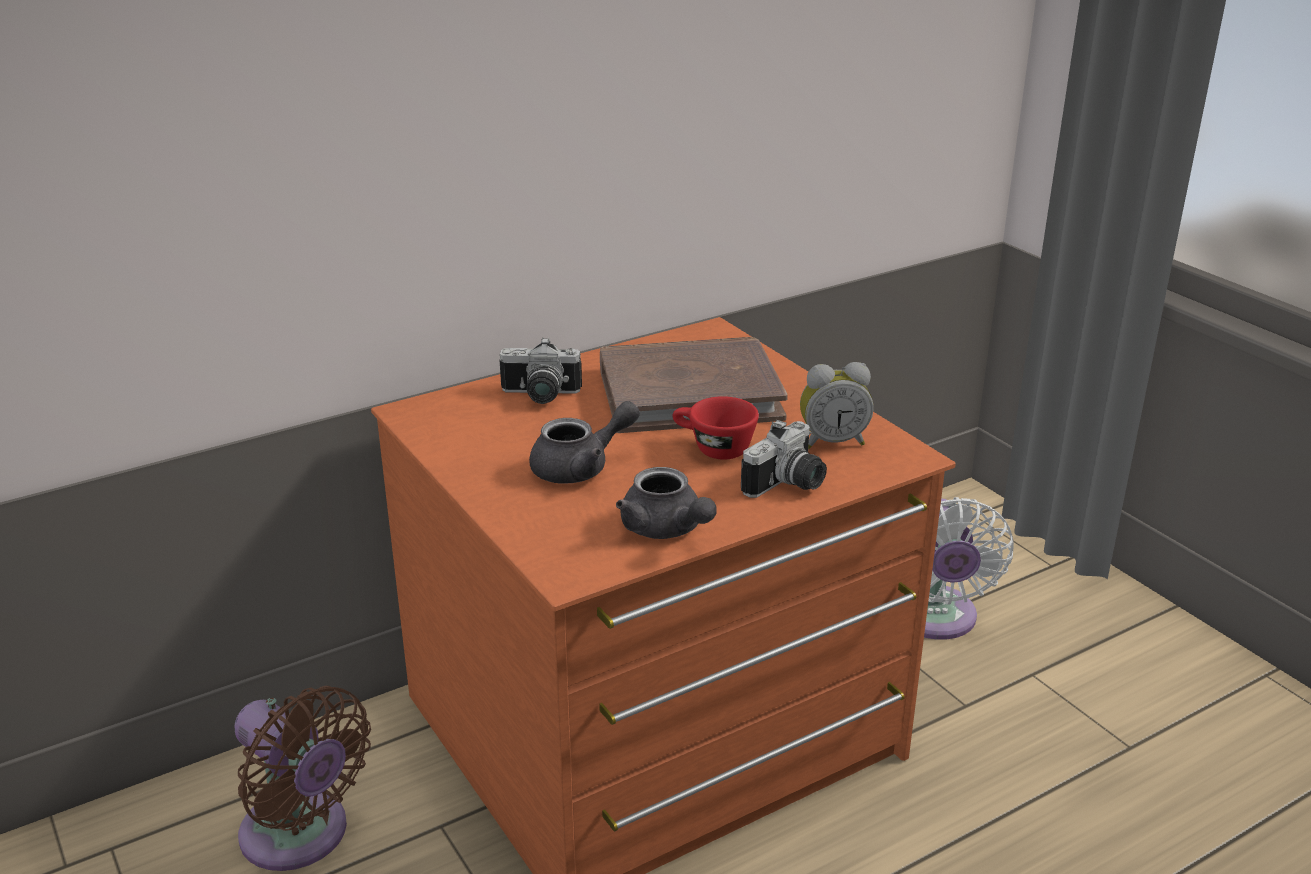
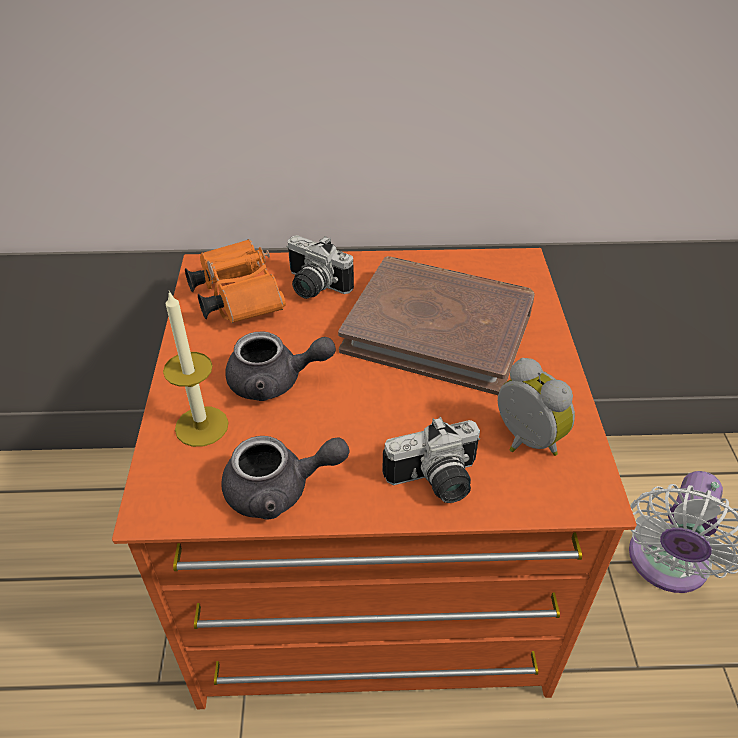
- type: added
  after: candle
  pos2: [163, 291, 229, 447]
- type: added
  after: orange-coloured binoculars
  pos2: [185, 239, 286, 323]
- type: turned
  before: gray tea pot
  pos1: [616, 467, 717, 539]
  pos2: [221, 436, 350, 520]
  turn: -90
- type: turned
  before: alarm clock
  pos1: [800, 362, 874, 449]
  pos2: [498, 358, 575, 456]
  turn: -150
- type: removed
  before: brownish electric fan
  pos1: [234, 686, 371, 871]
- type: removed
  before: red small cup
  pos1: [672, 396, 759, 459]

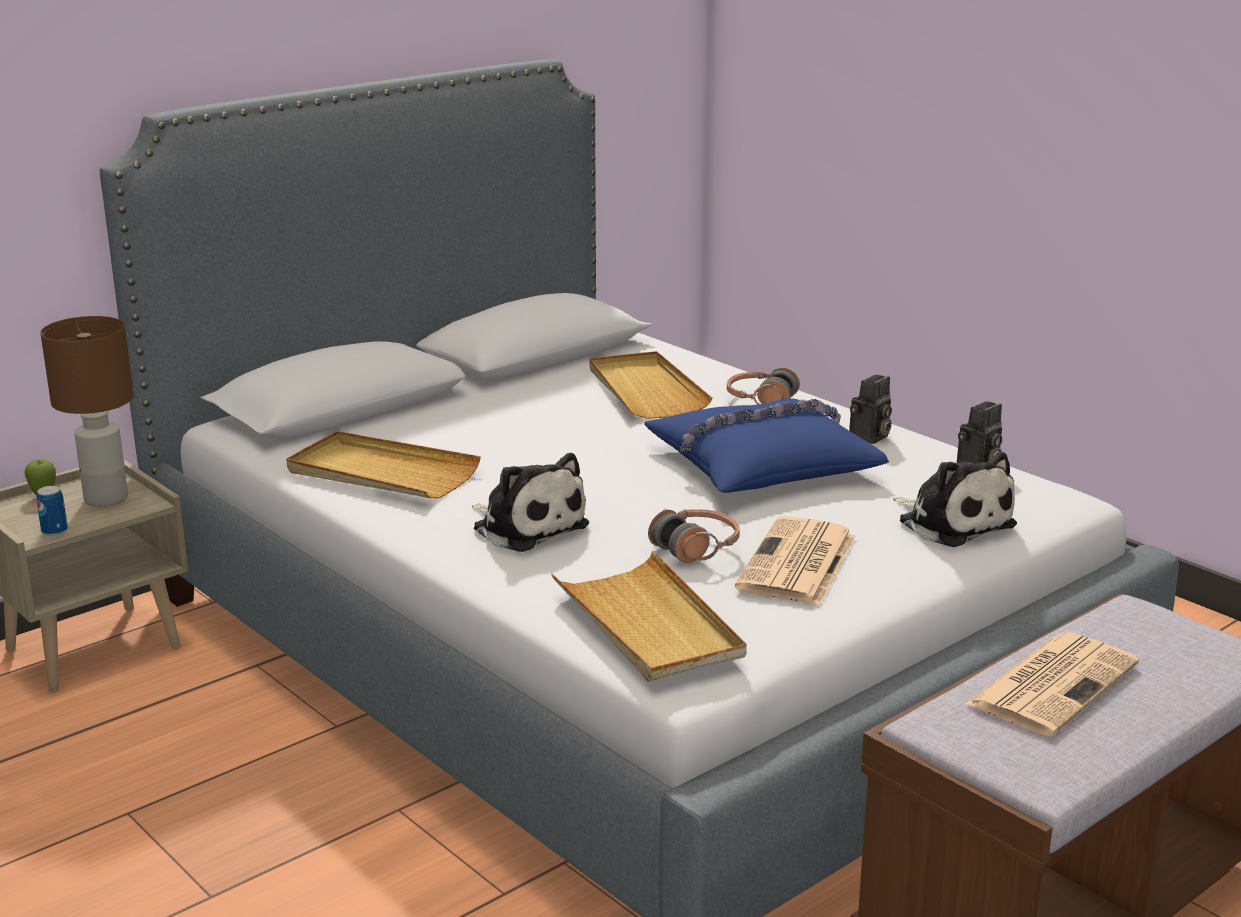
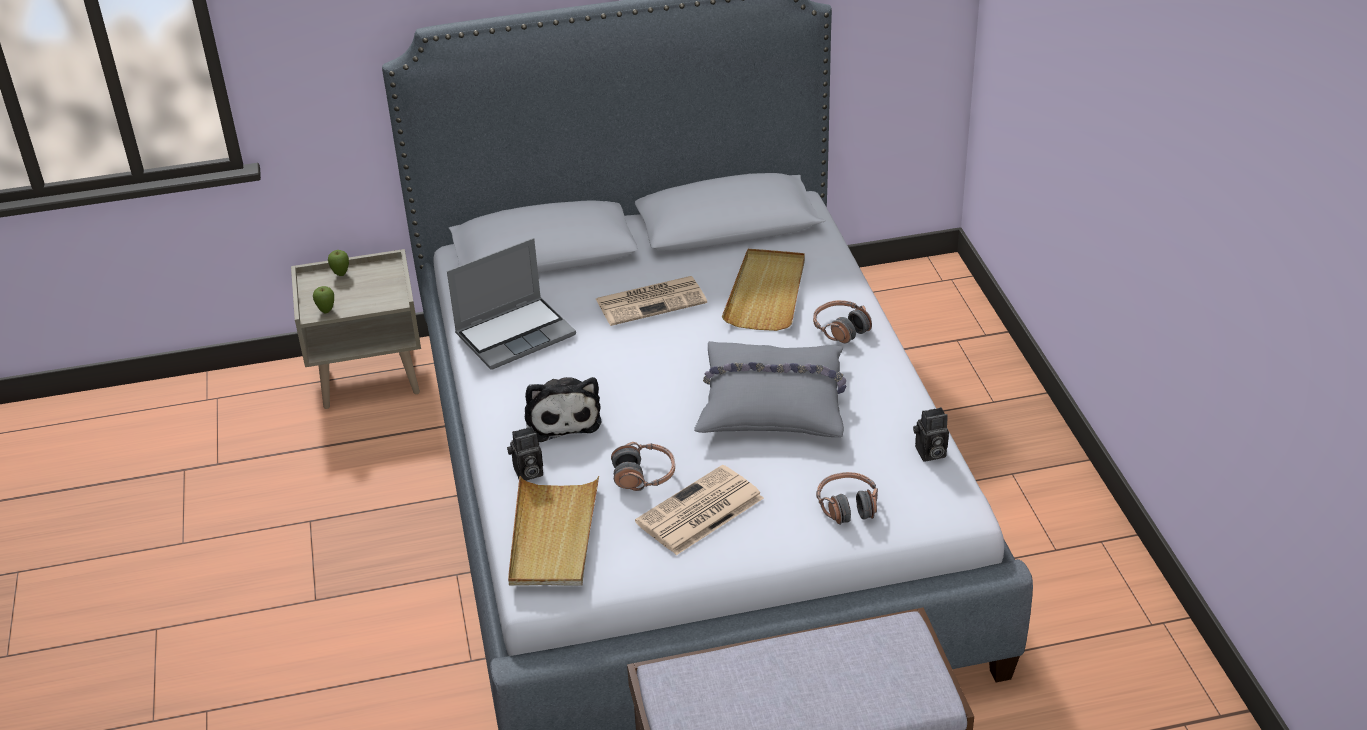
- type: replaced
  before: can
  after: whole apple
  pos1: [36, 486, 68, 536]
  pos2: [313, 286, 334, 313]
- type: replaced
  before: beige-coloured tray
  after: portable computer
  pos1: [286, 431, 481, 498]
  pos2: [447, 238, 576, 370]
- type: moved
  before: photo camera
  pos1: [849, 375, 892, 444]
  pos2: [507, 426, 543, 481]
- type: moved
  before: daily paper
  pos1: [965, 632, 1139, 736]
  pos2: [596, 276, 707, 326]
- type: recoloured
  before: bluish throw pillow
  after: gray throw pillow
  pos1: [644, 398, 889, 493]
  pos2: [694, 341, 846, 437]
- type: replaced
  before: soft toy
  after: headset
  pos1: [893, 452, 1017, 547]
  pos2: [816, 472, 878, 525]
- type: removed
  before: brownish tabletop lamp
  pos1: [40, 316, 134, 507]

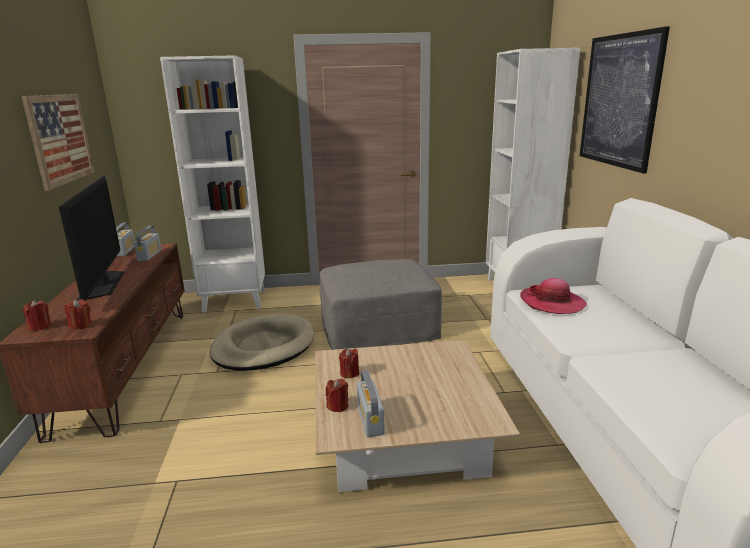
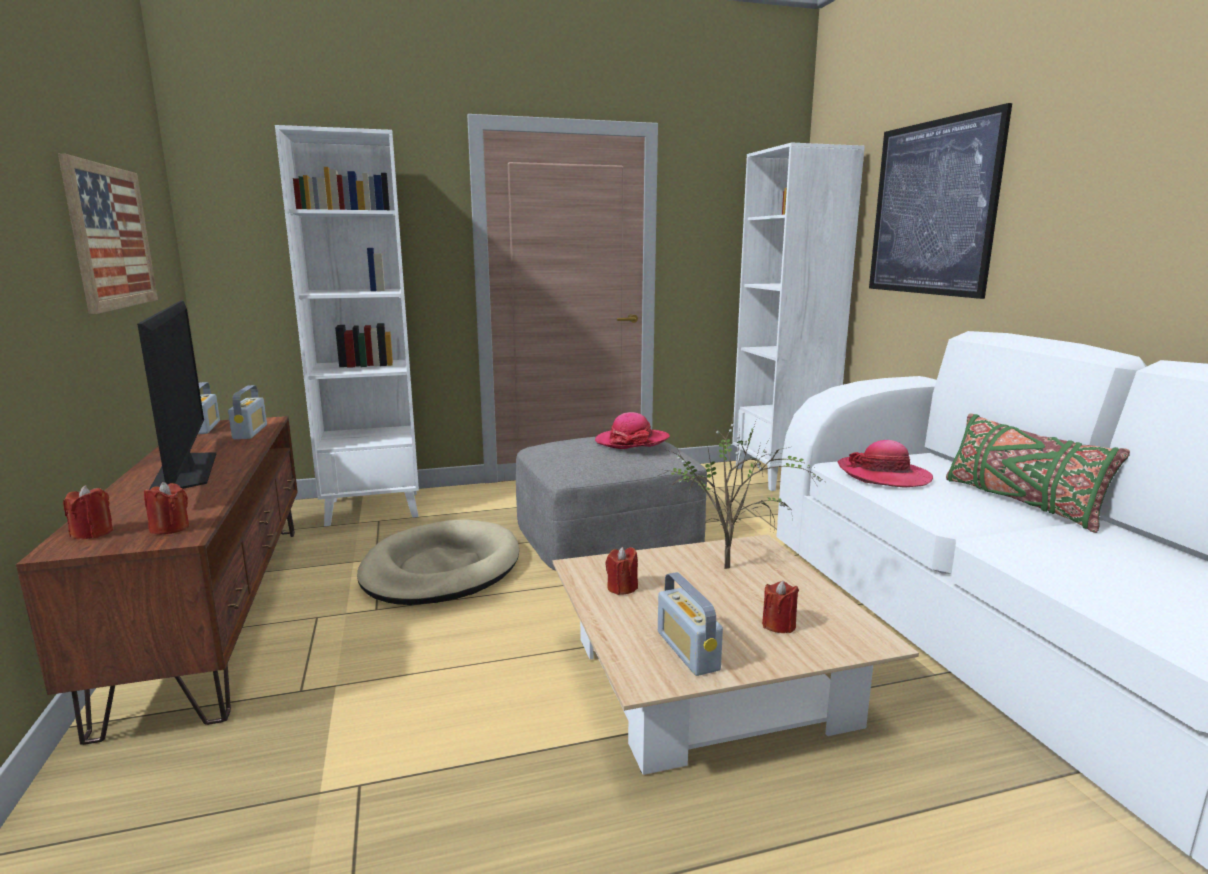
- type: added
  after: hat
  pos2: [595, 412, 670, 449]
- type: added
  after: houseplant
  pos2: [653, 413, 824, 569]
- type: moved
  before: red candle
  pos1: [326, 379, 349, 412]
  pos2: [762, 580, 799, 633]
- type: added
  after: greenish throw pillow
  pos2: [946, 413, 1130, 533]

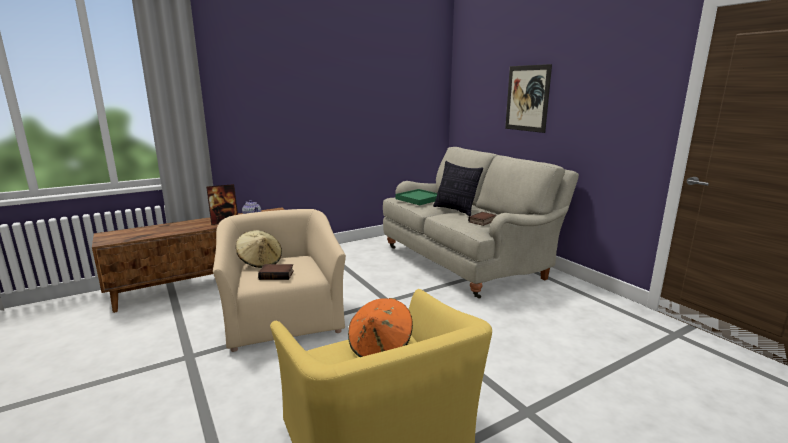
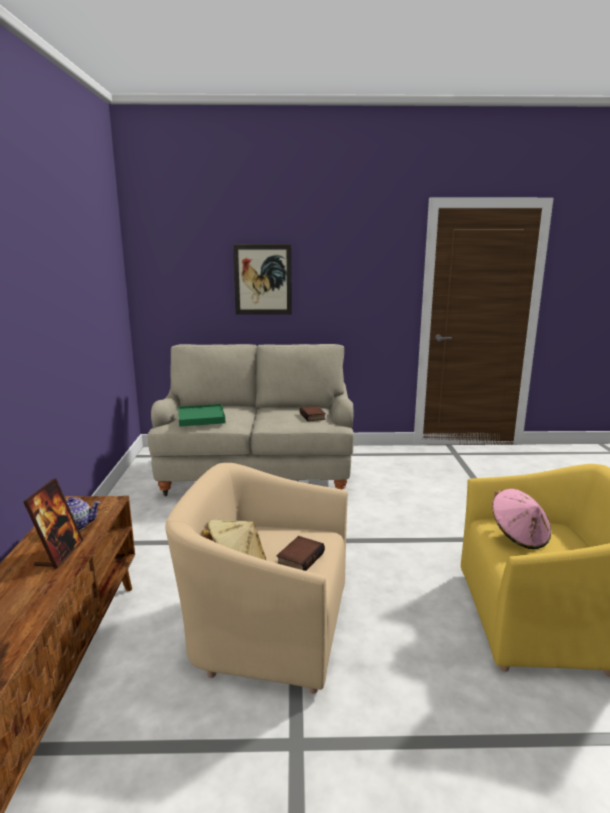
- type: recoloured
  before: orange-coloured hat
  after: pinkish hat
  pos1: [348, 298, 413, 357]
  pos2: [492, 489, 551, 549]
- type: removed
  before: throw pillow
  pos1: [433, 161, 483, 216]

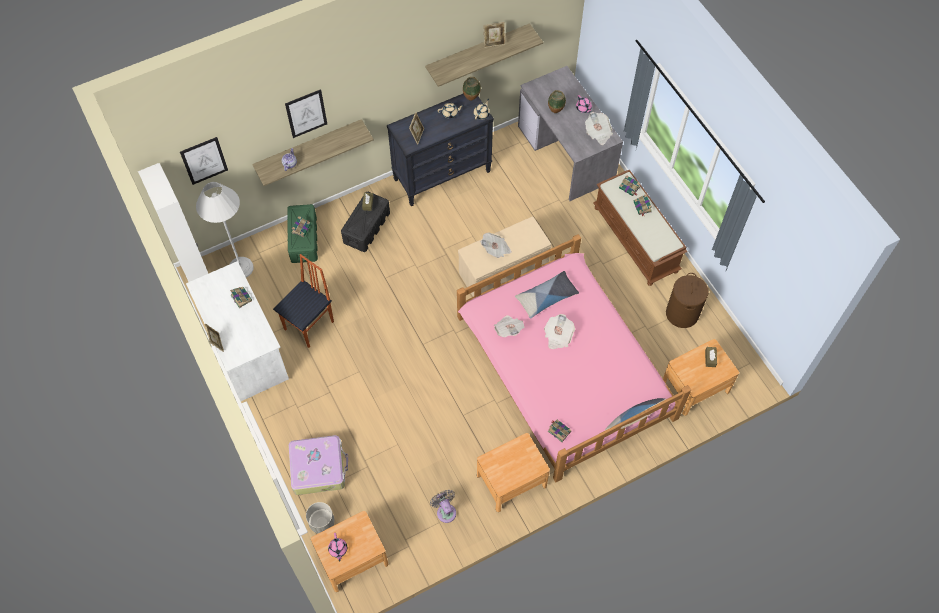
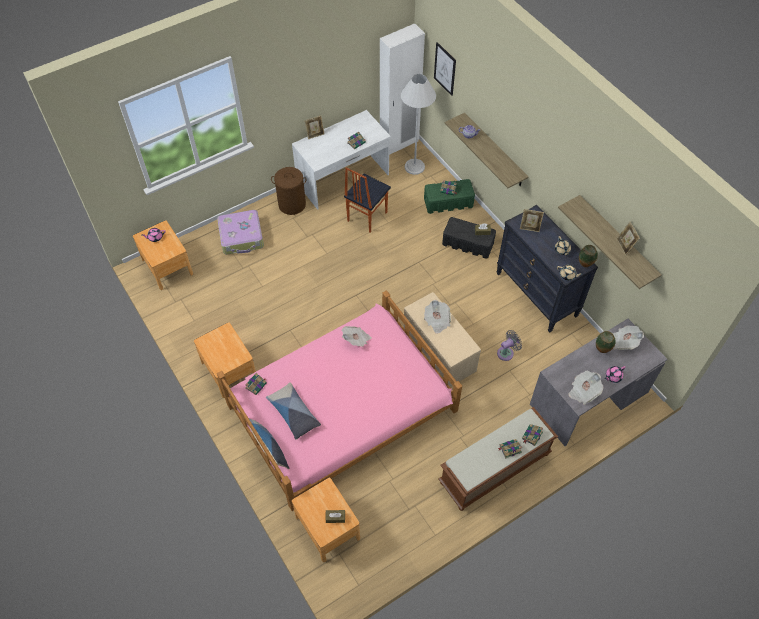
- type: moved
  before: throw pillow
  pos1: [515, 271, 579, 319]
  pos2: [266, 382, 321, 440]
- type: moved
  before: brownish laundry basket
  pos1: [666, 273, 709, 328]
  pos2: [271, 167, 307, 215]
- type: turned
  before: chair
  pos1: [273, 254, 334, 348]
  pos2: [344, 167, 391, 233]
  turn: 90
- type: moved
  before: gray electric fan
  pos1: [430, 490, 456, 523]
  pos2: [497, 330, 522, 361]
- type: moved
  before: daily paper
  pos1: [544, 314, 575, 349]
  pos2: [612, 325, 644, 350]
- type: removed
  before: picture
  pos1: [285, 89, 327, 138]
- type: removed
  before: gray plant pot
  pos1: [306, 502, 335, 533]

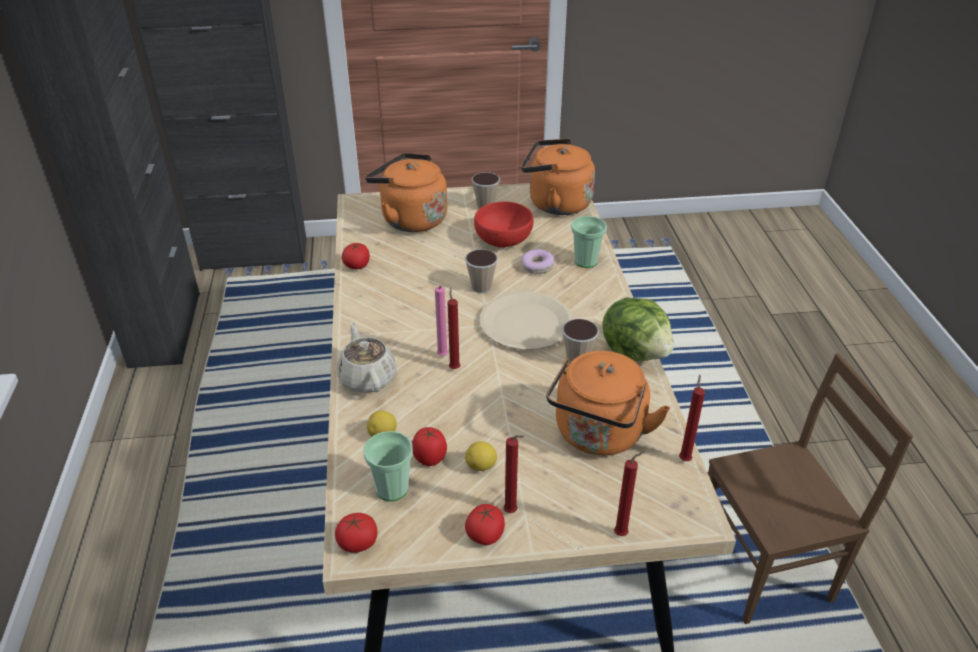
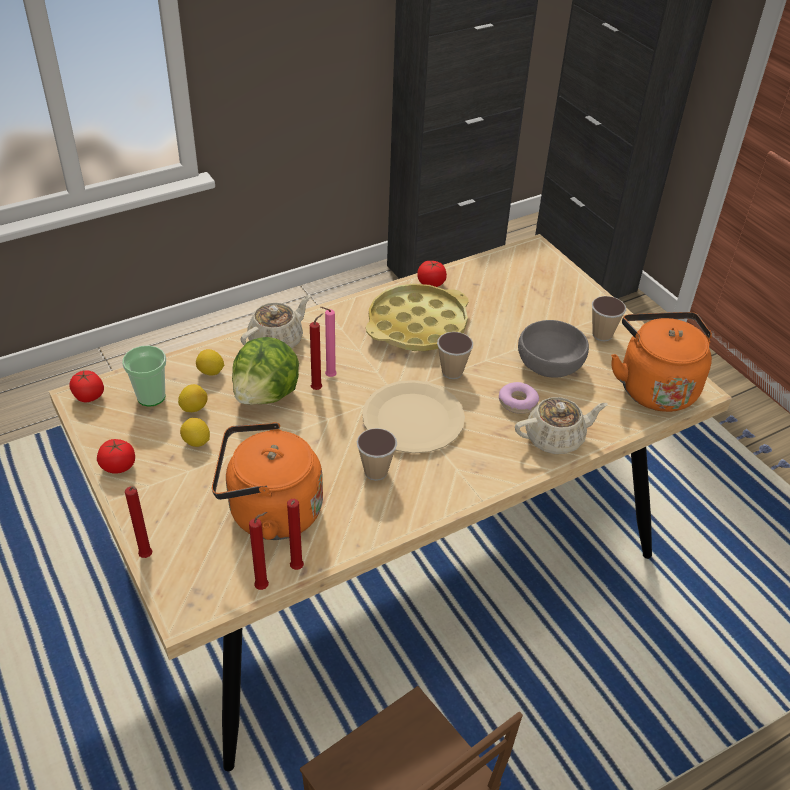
- type: replaced
  before: fresh tomato
  after: lemon
  pos1: [412, 427, 447, 466]
  pos2: [178, 384, 208, 412]
- type: moved
  before: lettuce
  pos1: [602, 297, 674, 361]
  pos2: [232, 337, 299, 405]
- type: moved
  before: red candle
  pos1: [504, 435, 524, 513]
  pos2: [287, 499, 304, 570]
- type: added
  after: yellowish tray
  pos2: [366, 284, 469, 351]
- type: replaced
  before: small cup
  after: beige-coloured tea pot
  pos1: [571, 216, 607, 268]
  pos2: [515, 397, 608, 454]
- type: recoloured
  before: red serving bowl
  after: gray serving bowl
  pos1: [474, 201, 534, 248]
  pos2: [518, 320, 589, 378]
- type: removed
  before: orange-coloured kettle
  pos1: [365, 153, 447, 232]

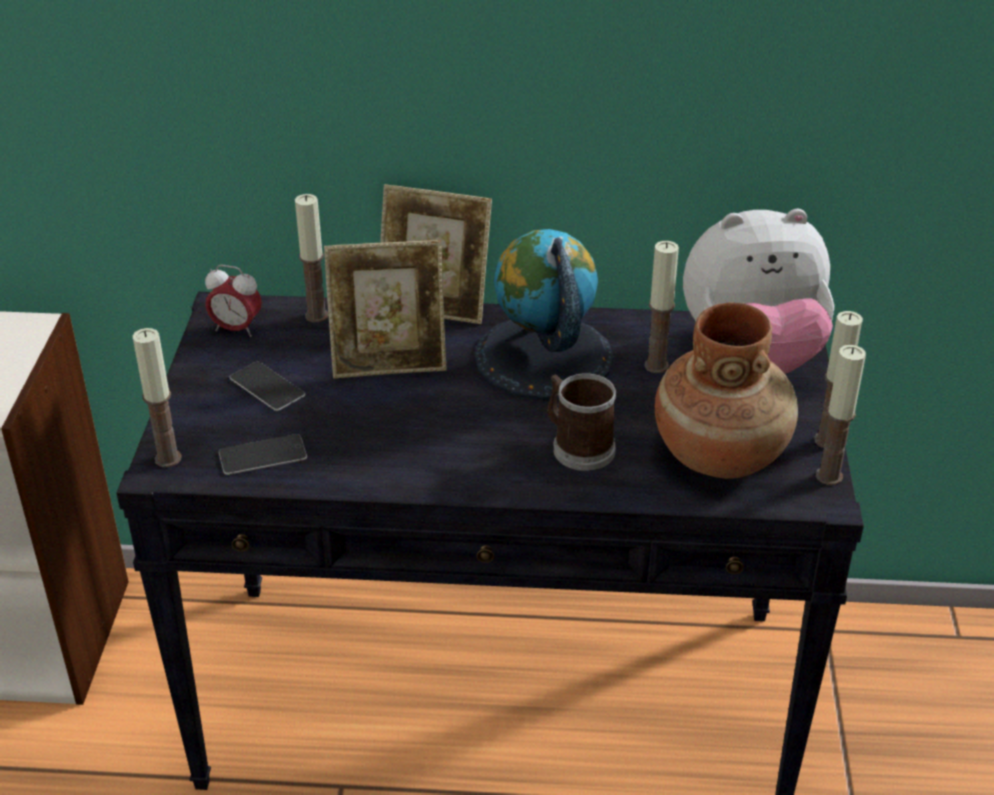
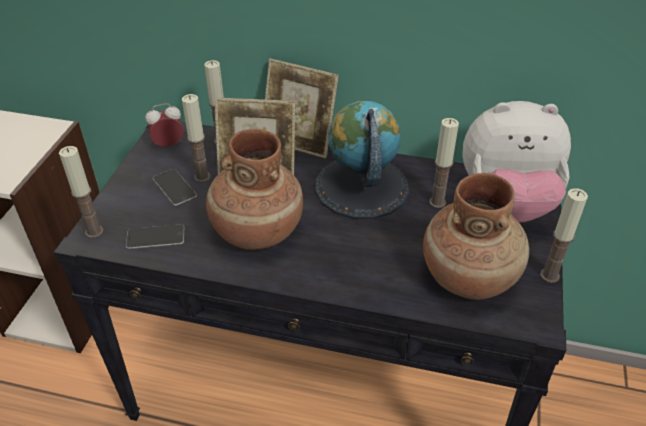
- type: turned
  before: alarm clock
  pos1: [205, 265, 262, 337]
  pos2: [145, 103, 183, 147]
  turn: 135
- type: moved
  before: candle
  pos1: [816, 345, 866, 485]
  pos2: [182, 94, 211, 182]
- type: added
  after: brownish flower vase
  pos2: [206, 129, 303, 250]
- type: removed
  before: tea mug
  pos1: [547, 373, 617, 471]

